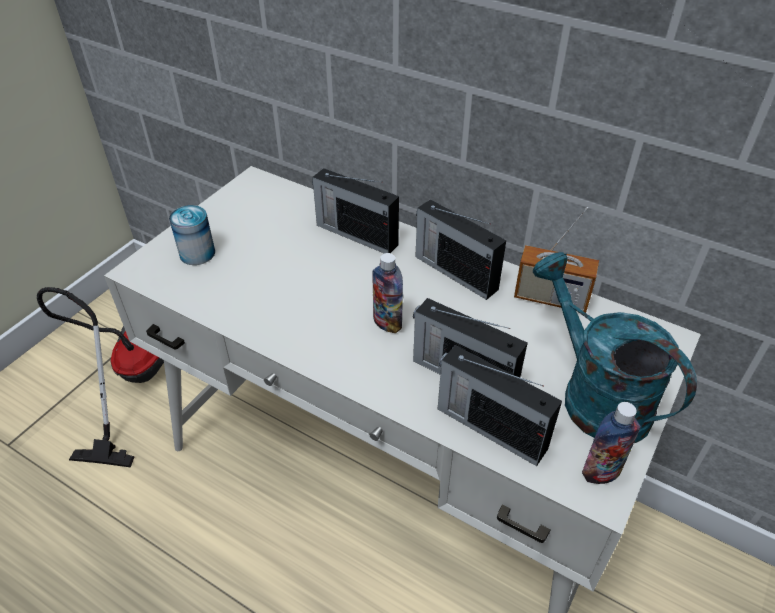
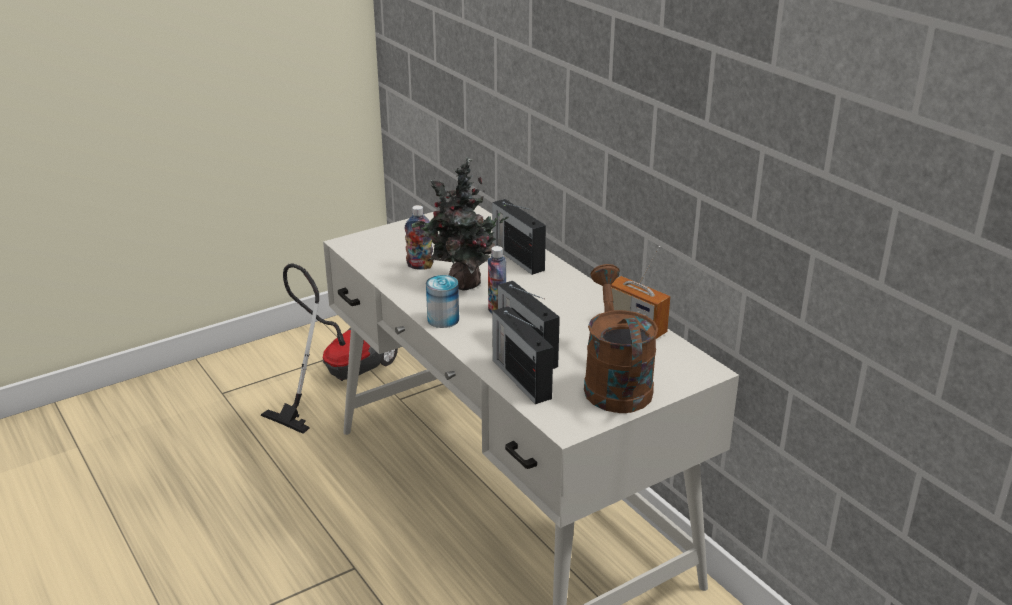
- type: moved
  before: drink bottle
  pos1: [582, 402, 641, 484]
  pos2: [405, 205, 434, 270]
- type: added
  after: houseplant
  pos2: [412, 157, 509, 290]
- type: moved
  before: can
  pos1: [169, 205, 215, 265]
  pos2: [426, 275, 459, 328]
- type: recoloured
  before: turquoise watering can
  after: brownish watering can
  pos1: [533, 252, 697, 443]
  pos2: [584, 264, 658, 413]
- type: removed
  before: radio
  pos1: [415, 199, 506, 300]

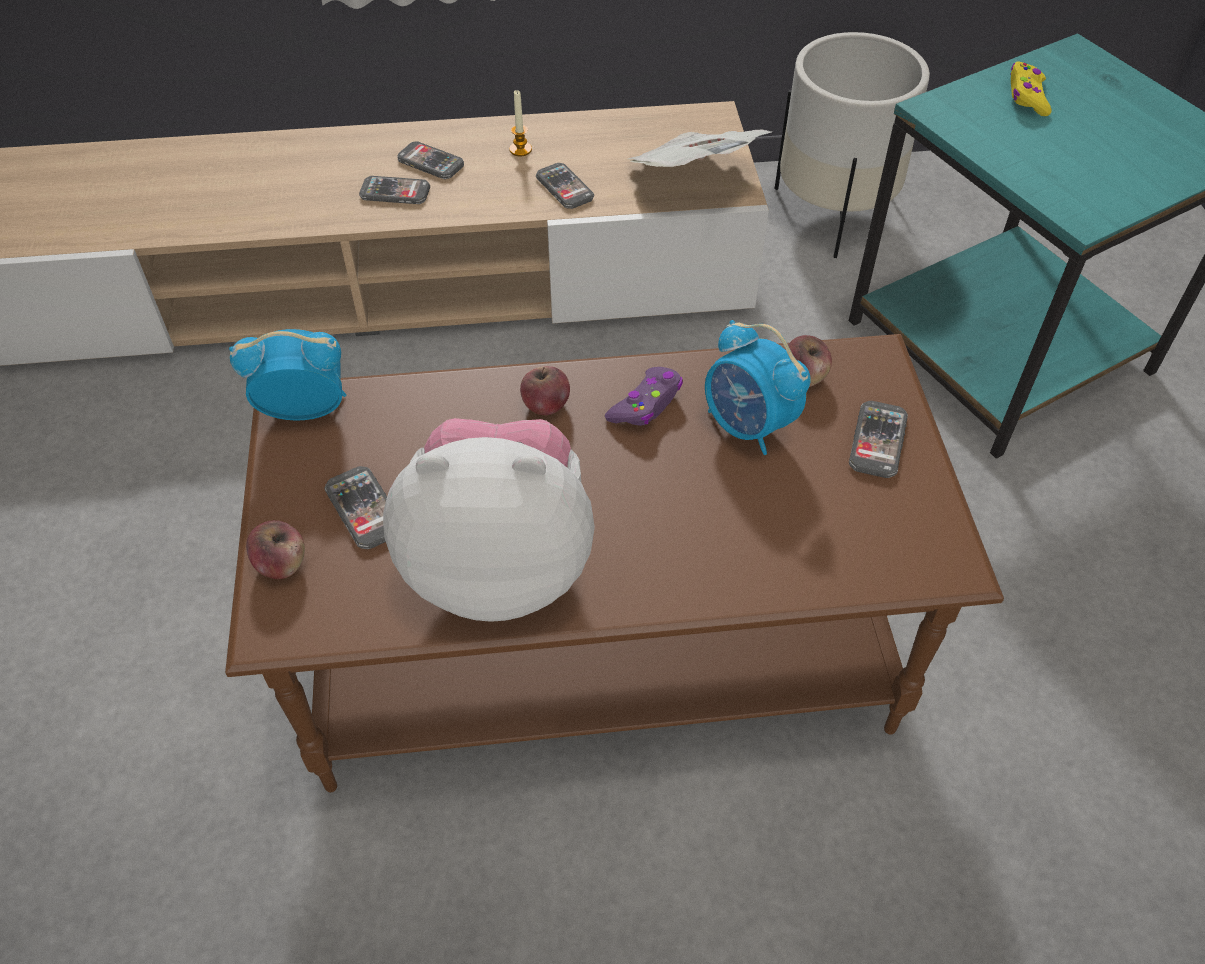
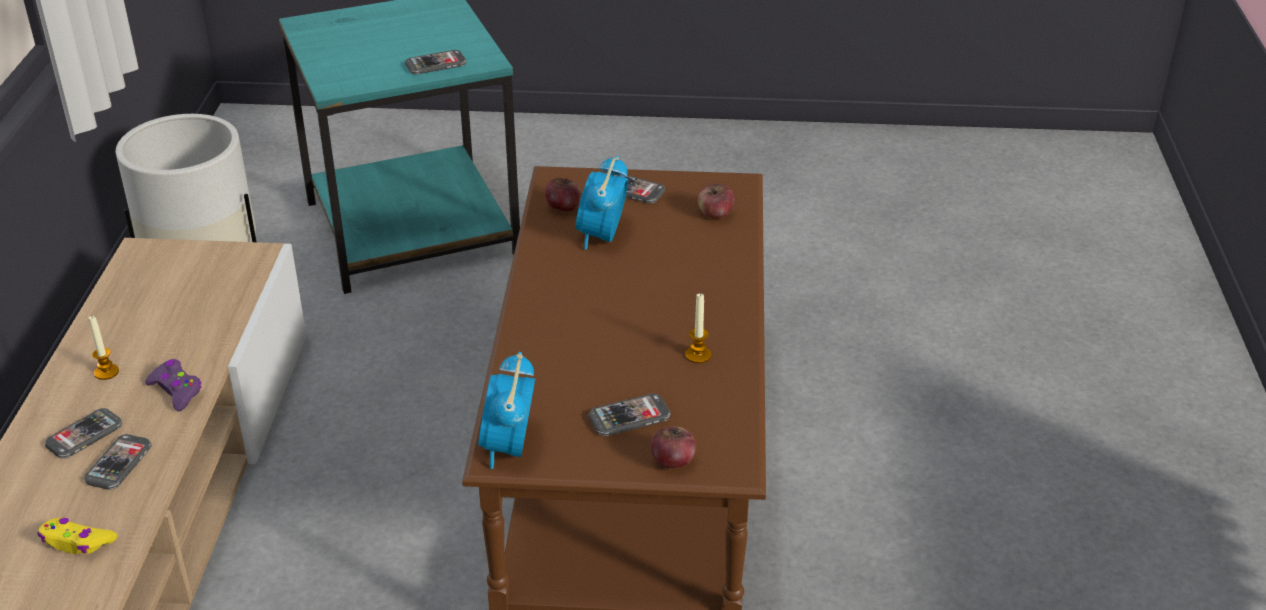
- type: moved
  before: yellowish gamepad
  pos1: [1011, 61, 1052, 116]
  pos2: [37, 518, 117, 554]
- type: moved
  before: purplish gamepad
  pos1: [605, 367, 683, 426]
  pos2: [145, 359, 201, 411]
- type: moved
  before: phone
  pos1: [536, 163, 594, 209]
  pos2: [405, 50, 467, 74]
- type: turned
  before: alarm clock
  pos1: [705, 320, 811, 455]
  pos2: [576, 156, 628, 250]
  turn: 135
- type: replaced
  before: soft toy
  after: candle
  pos1: [383, 418, 595, 622]
  pos2: [685, 293, 711, 363]
- type: moved
  before: whole apple
  pos1: [520, 366, 570, 415]
  pos2: [698, 183, 734, 218]
- type: removed
  before: daily paper
  pos1: [628, 130, 772, 167]

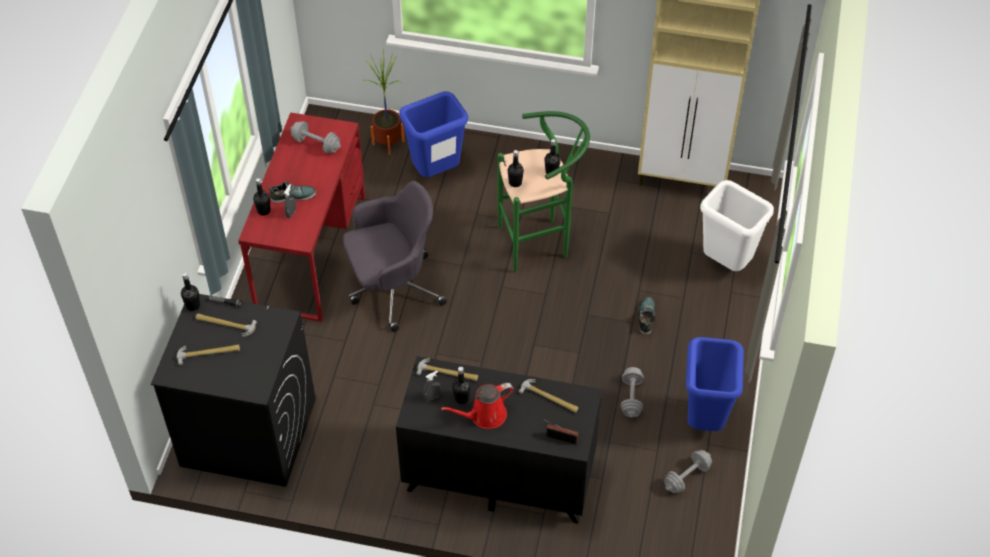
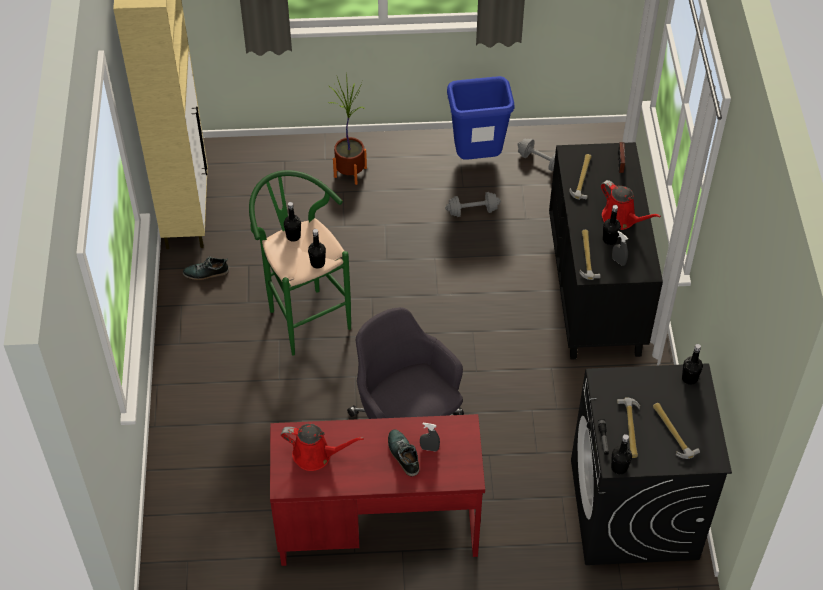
- type: moved
  before: shoe
  pos1: [638, 297, 655, 335]
  pos2: [183, 257, 229, 280]
- type: replaced
  before: gray dumbbell
  after: red watering can
  pos1: [290, 121, 341, 153]
  pos2: [281, 424, 364, 471]
- type: moved
  before: houseplant
  pos1: [366, 53, 405, 155]
  pos2: [329, 73, 367, 185]
- type: moved
  before: black-coloured drink bottle
  pos1: [253, 178, 271, 216]
  pos2: [682, 344, 703, 385]
- type: removed
  before: bluish rubbish bin
  pos1: [399, 91, 468, 177]
- type: removed
  before: whitish rubbish bin
  pos1: [700, 180, 774, 271]

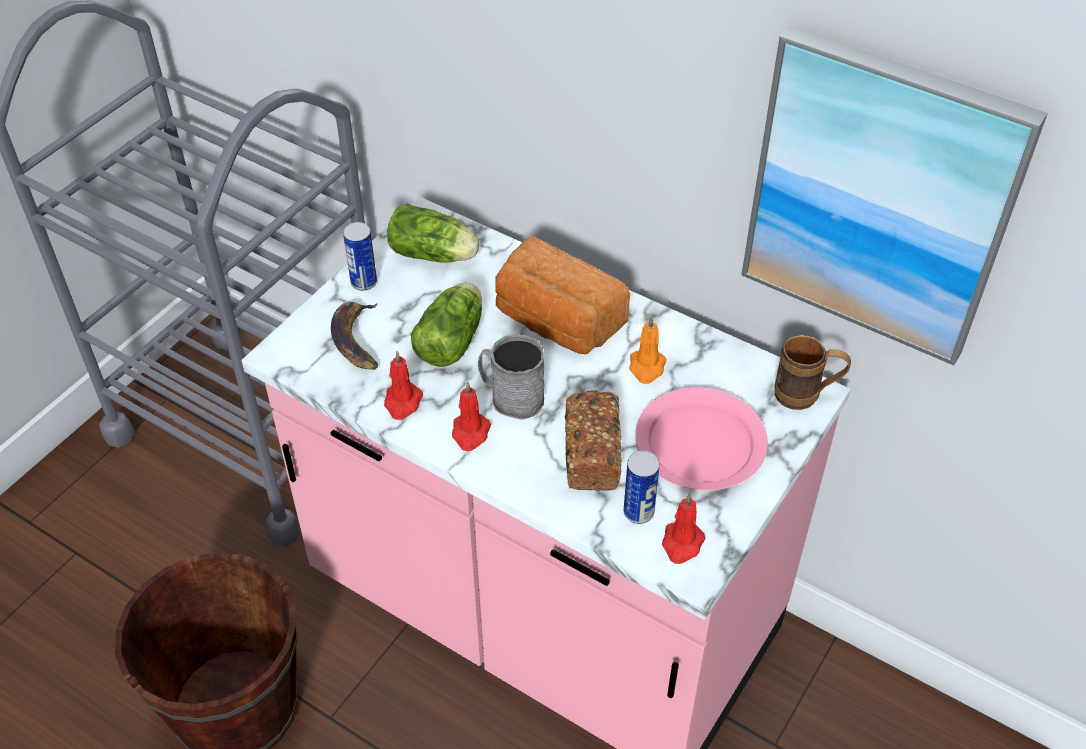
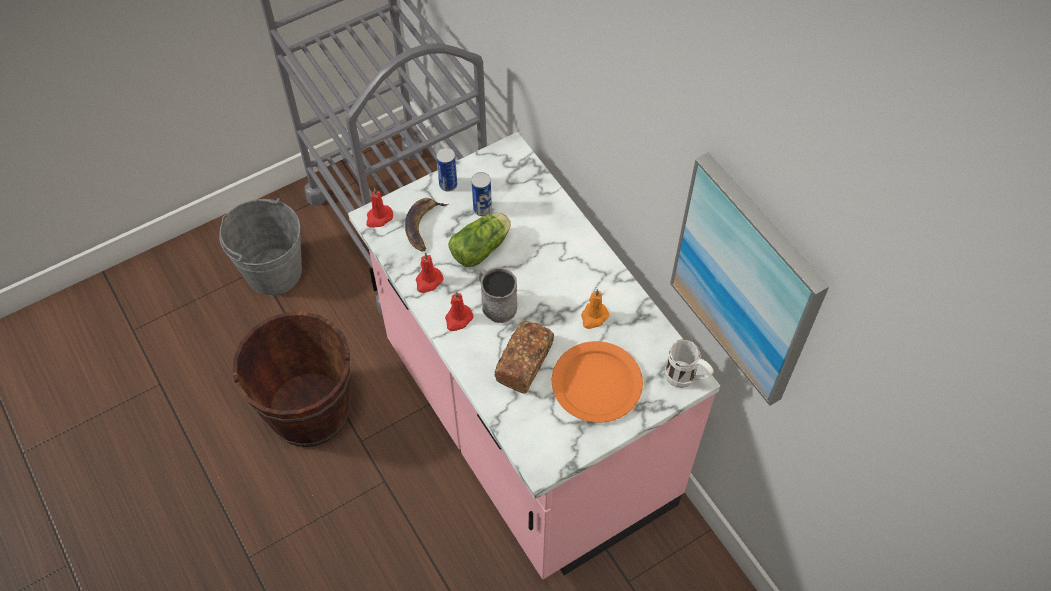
- type: added
  after: gray bucket
  pos2: [219, 198, 302, 296]
- type: moved
  before: red candle
  pos1: [662, 494, 706, 564]
  pos2: [366, 188, 393, 228]
- type: moved
  before: can
  pos1: [624, 451, 660, 524]
  pos2: [471, 172, 492, 216]
- type: recoloured
  before: pinkish plate
  after: orange-coloured plate
  pos1: [635, 387, 768, 491]
  pos2: [552, 341, 643, 423]
- type: recoloured
  before: brownish tea mug
  after: whitish tea mug
  pos1: [774, 335, 851, 410]
  pos2: [665, 339, 714, 388]
- type: removed
  before: lettuce
  pos1: [387, 204, 479, 263]
- type: removed
  before: bakery bread
  pos1: [495, 236, 630, 354]

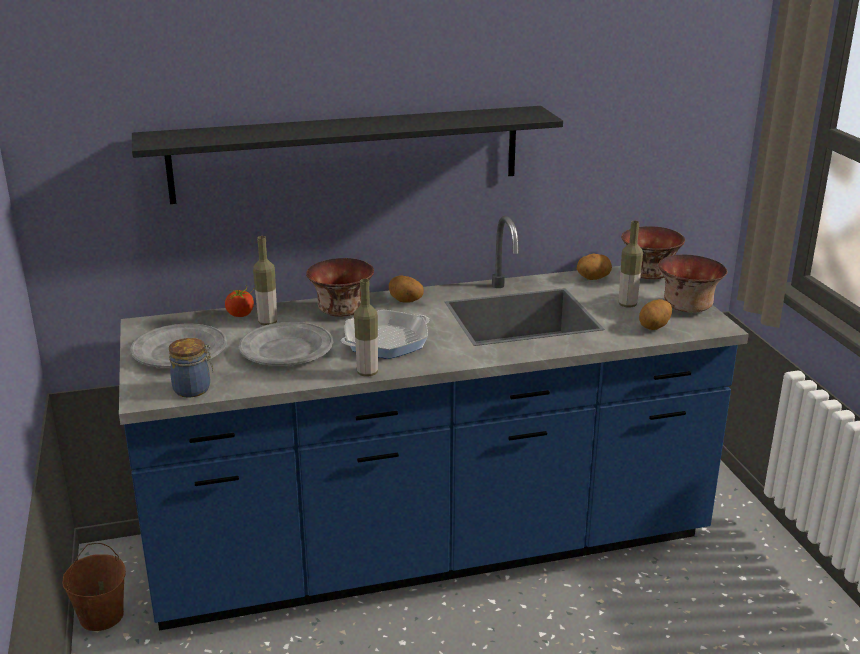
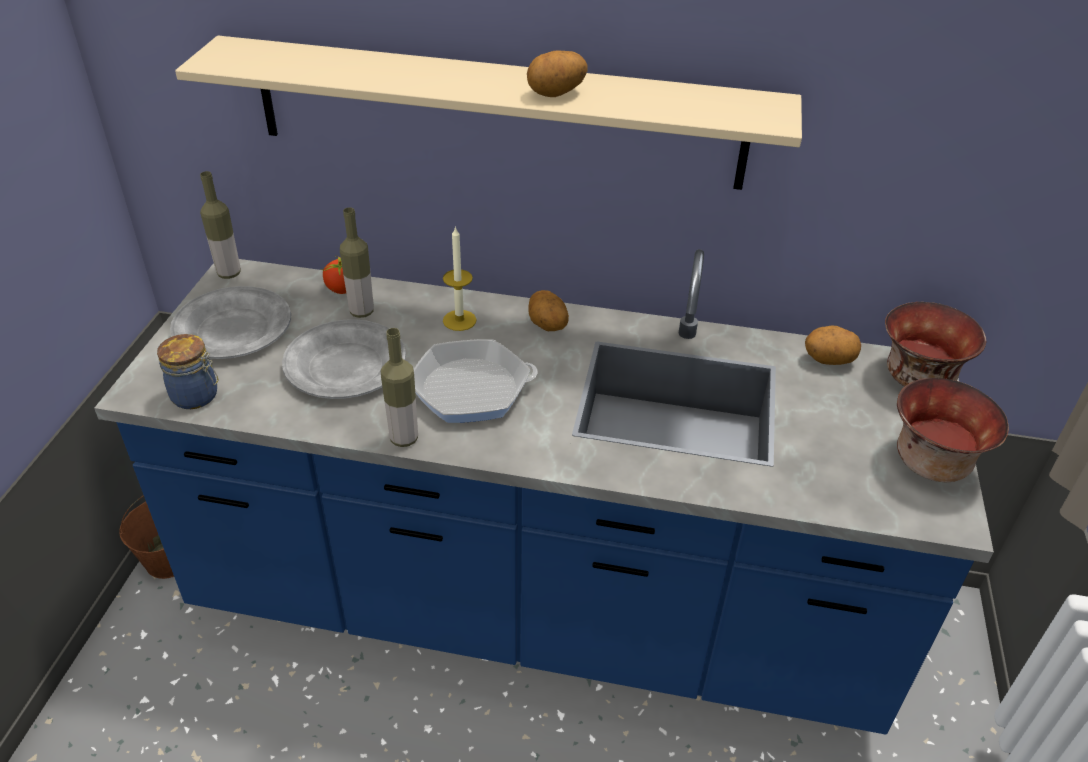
- type: recoloured
  before: black-coloured bracket shelf
  after: beige-coloured bracket shelf
  pos1: [132, 106, 563, 204]
  pos2: [175, 36, 802, 190]
- type: moved
  before: drink bottle
  pos1: [618, 221, 643, 307]
  pos2: [200, 171, 241, 279]
- type: replaced
  before: serving bowl
  after: candle
  pos1: [306, 258, 374, 317]
  pos2: [443, 226, 477, 331]
- type: moved
  before: whole potato
  pos1: [639, 299, 672, 330]
  pos2: [527, 51, 588, 97]

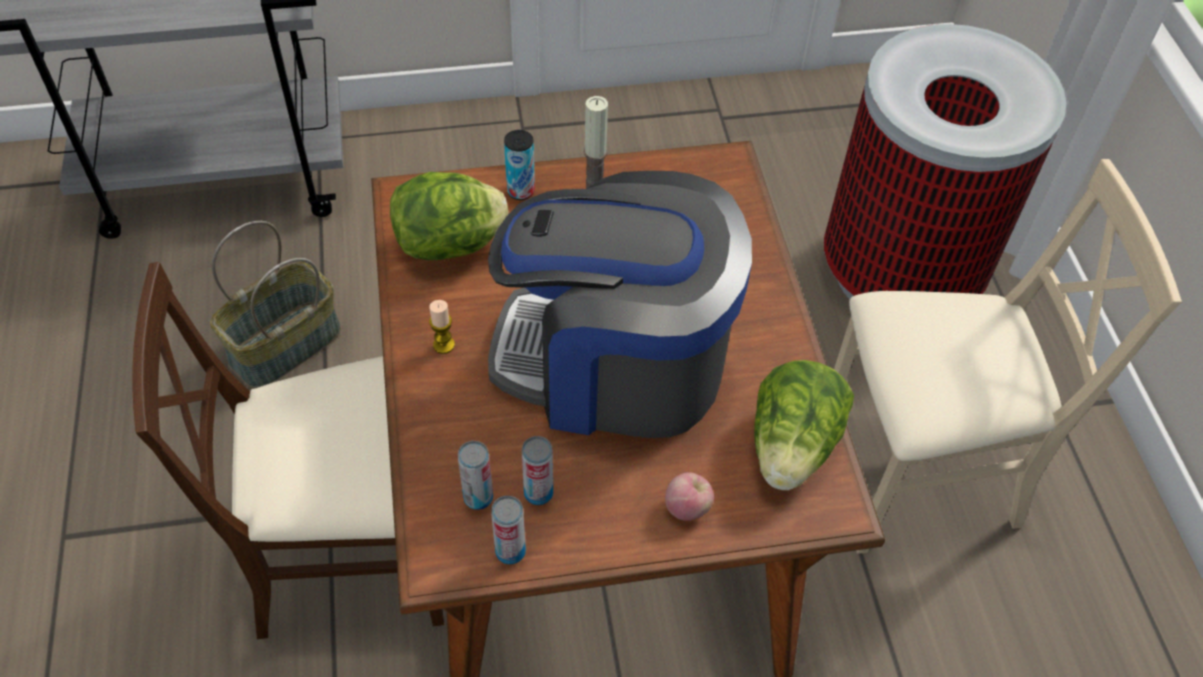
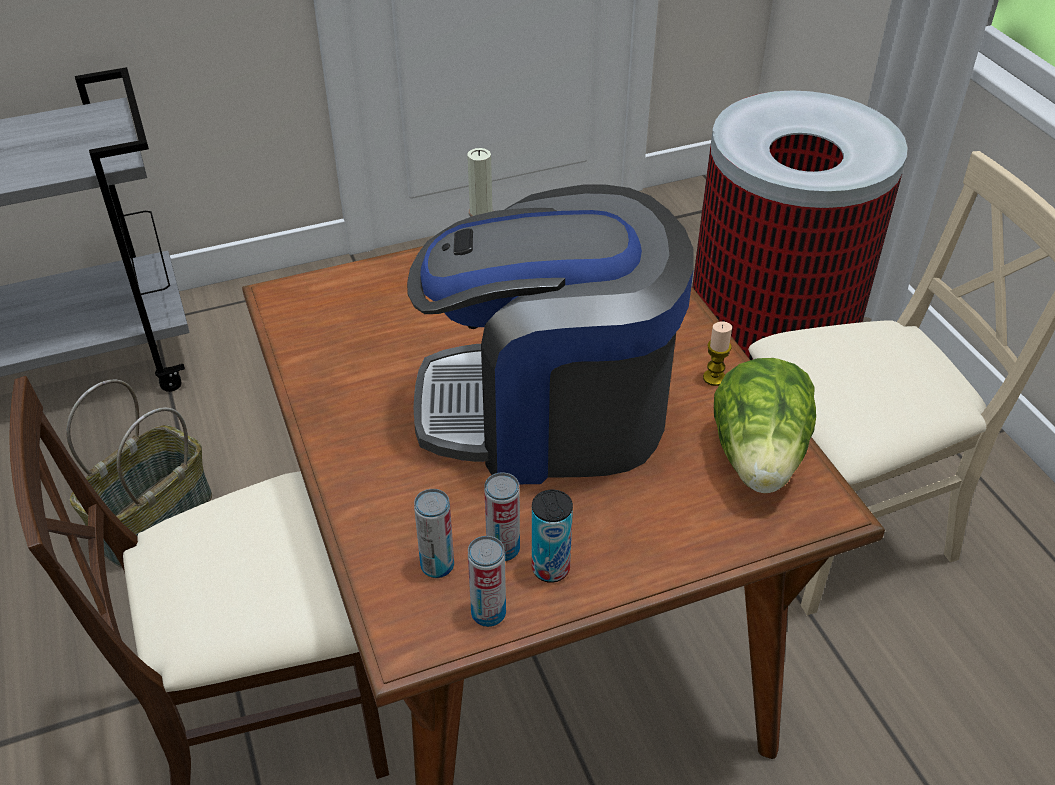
- type: moved
  before: can
  pos1: [504, 130, 535, 200]
  pos2: [532, 490, 573, 583]
- type: moved
  before: candle
  pos1: [429, 300, 455, 354]
  pos2: [703, 322, 732, 386]
- type: removed
  before: lettuce
  pos1: [390, 172, 508, 260]
- type: removed
  before: whole apple
  pos1: [665, 472, 714, 521]

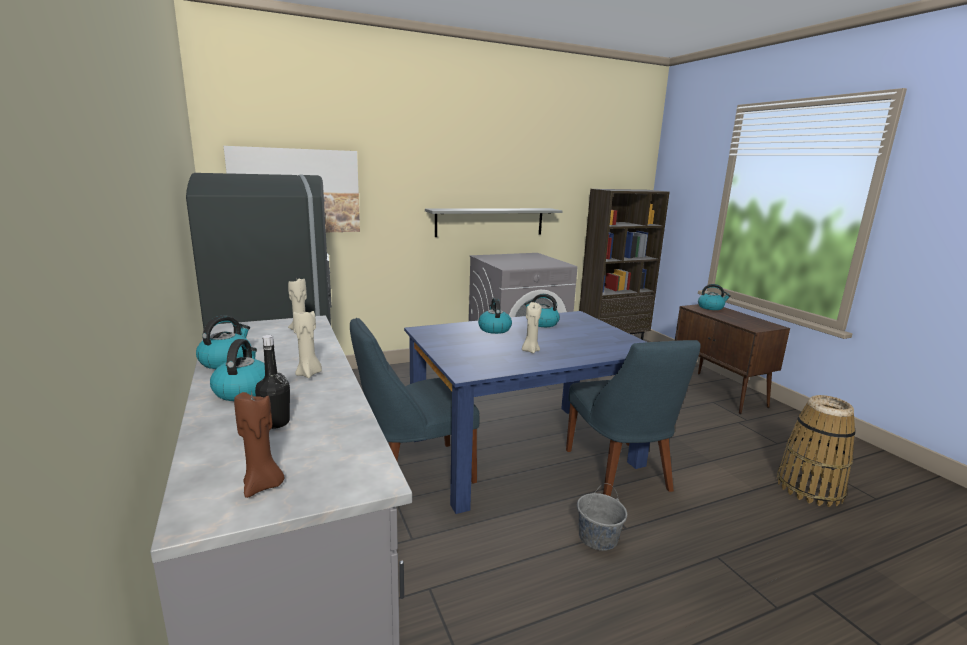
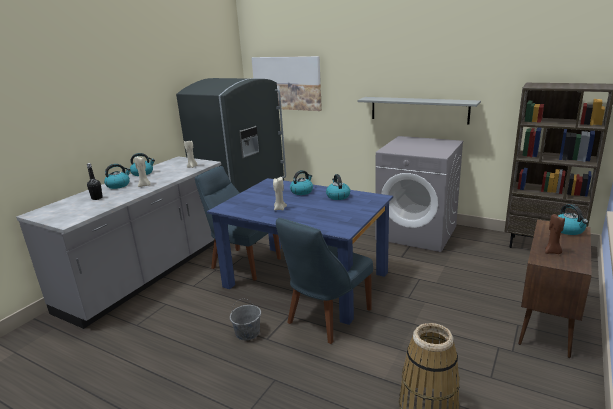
- type: moved
  before: brownish candle
  pos1: [234, 390, 285, 498]
  pos2: [545, 214, 565, 254]

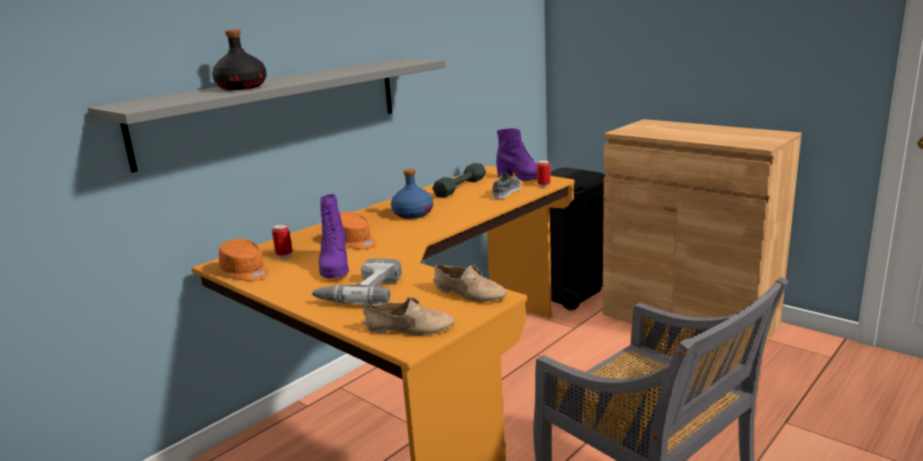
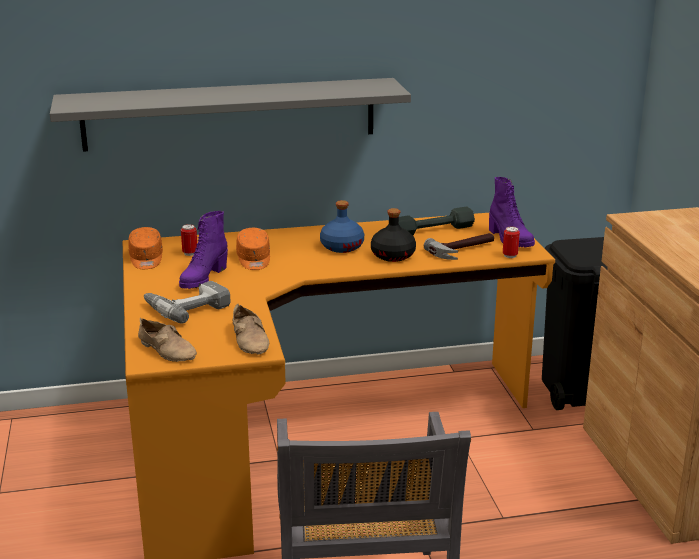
- type: moved
  before: black-coloured drink bottle
  pos1: [212, 29, 267, 90]
  pos2: [371, 208, 416, 262]
- type: replaced
  before: gray shoe
  after: hammer
  pos1: [492, 172, 521, 199]
  pos2: [424, 233, 494, 260]

